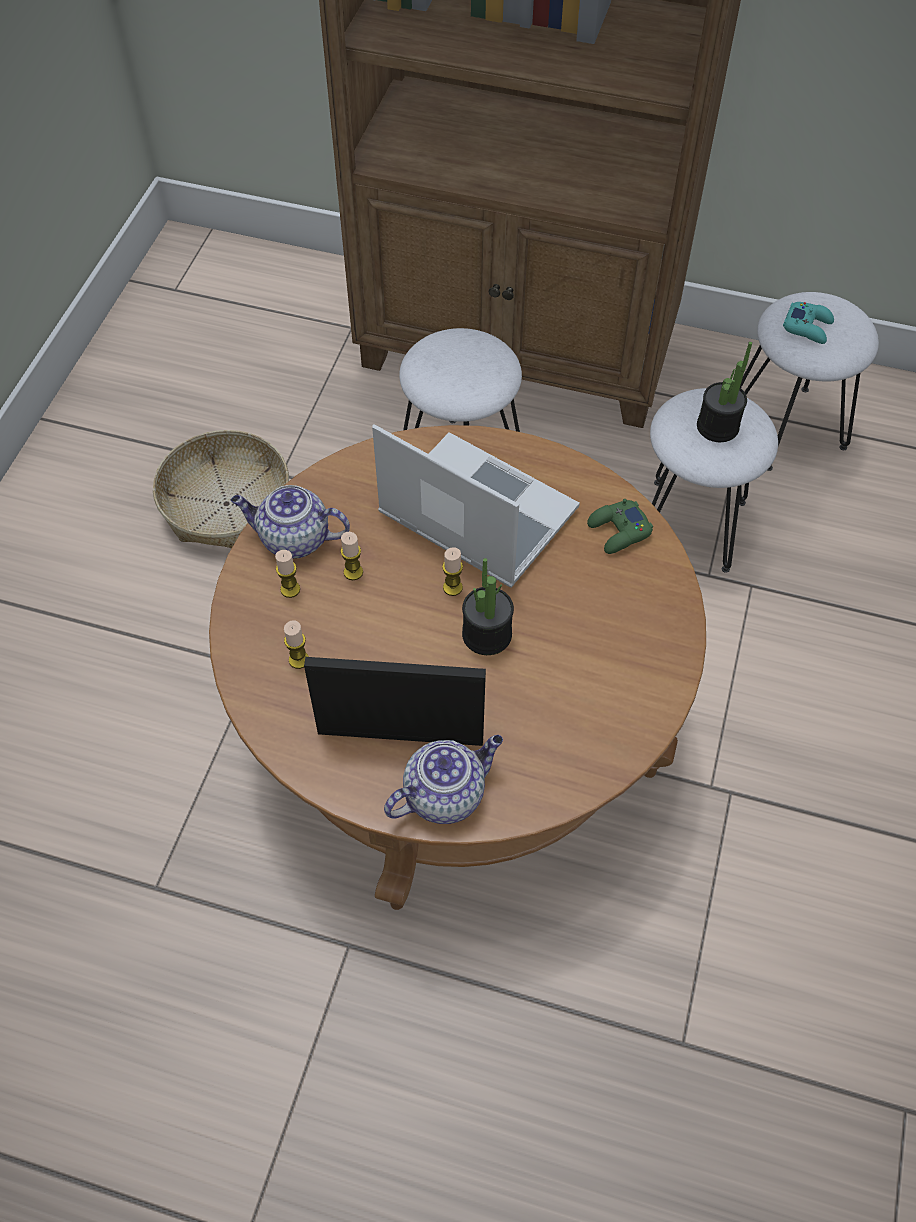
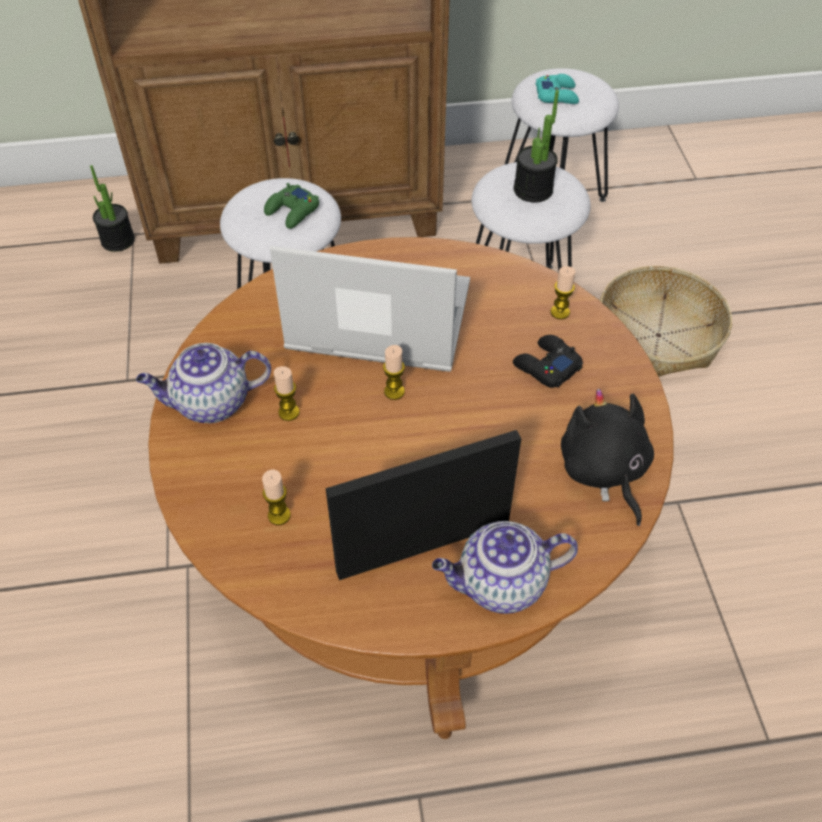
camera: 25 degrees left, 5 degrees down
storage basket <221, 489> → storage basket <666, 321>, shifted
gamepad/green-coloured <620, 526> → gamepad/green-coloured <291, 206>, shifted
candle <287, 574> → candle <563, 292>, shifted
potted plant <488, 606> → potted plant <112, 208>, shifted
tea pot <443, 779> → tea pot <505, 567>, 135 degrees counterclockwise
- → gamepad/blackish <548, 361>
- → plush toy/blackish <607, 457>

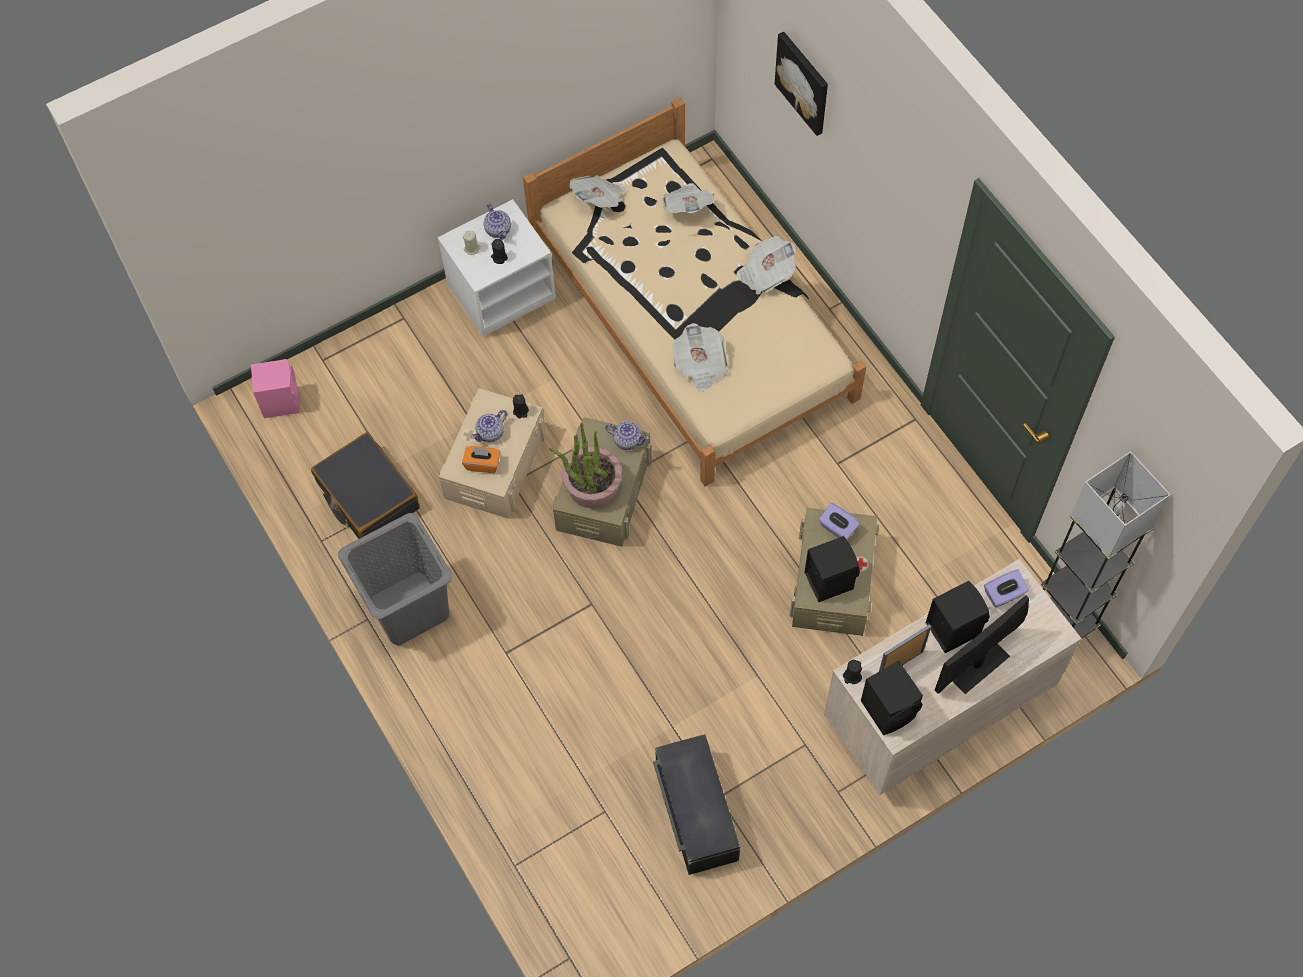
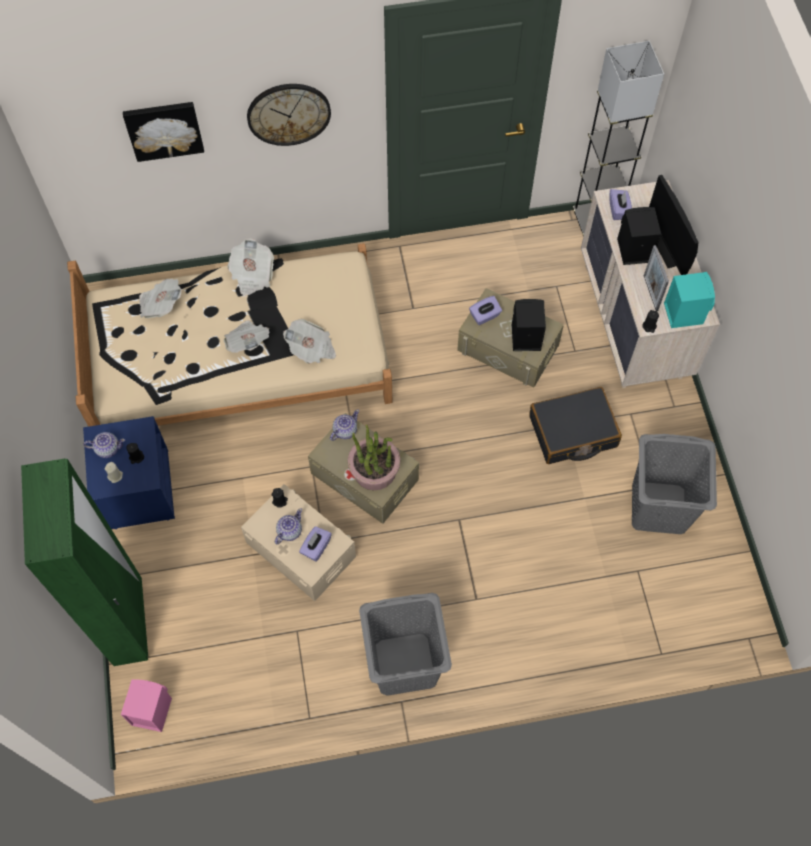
camera: 70 degrees left, 0 degrees up
newspaper <597, 191> → newspaper <246, 336>, shifted
nightstand/whitish <497, 268> → nightstand/blue-coloured <129, 472>
tea pot <489, 426> → tea pot <288, 526>, 120 degrees counterclockwise
travel case/blackish <365, 485> → travel case/blackish <575, 425>, shifted
box of tissues/orangey <481, 459> → box of tissues/purplish <315, 544>
loudspeaker/blackish <892, 698> → loudspeaker/turquoise <689, 300>
storage bin/blackish <696, 804> → laundry basket/gray <674, 484>
- → hanging clock <289, 115>
- → armoire/green-coloured <84, 562>

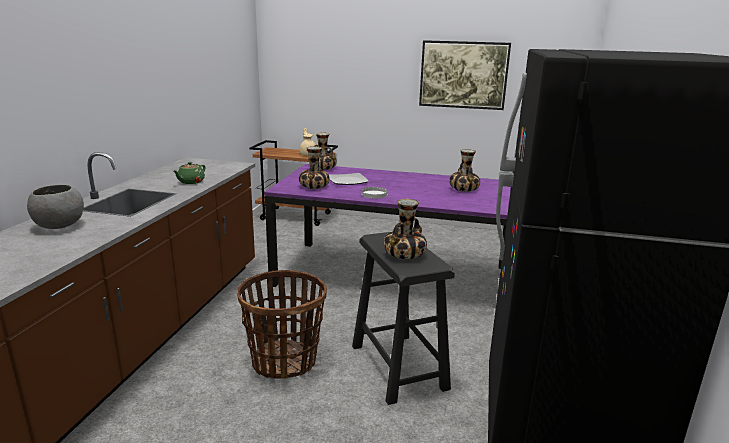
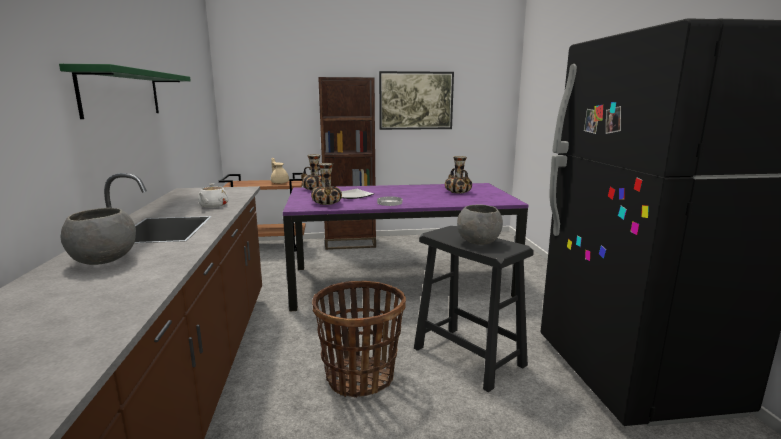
camera: 20 degrees left, 5 degrees down
tea pot/green-coloured <189, 173> → tea pot/whitish <213, 195>
flower vase <405, 229> → serving bowl/gray <480, 224>
- → bracket shelf/green-coloured <125, 91>
- → bookcase/brown-coloured <347, 163>

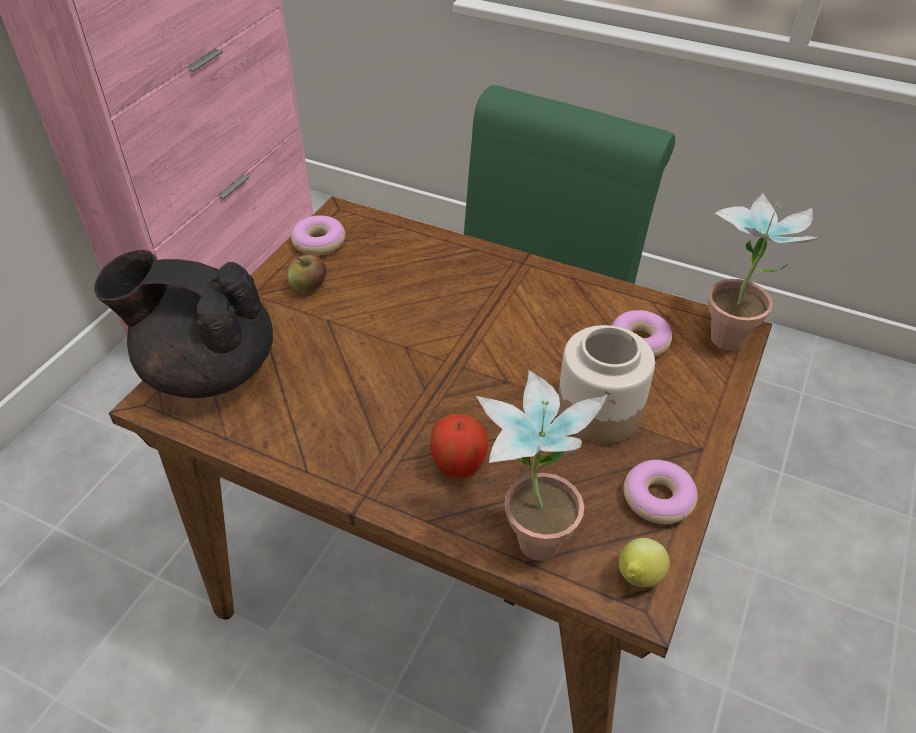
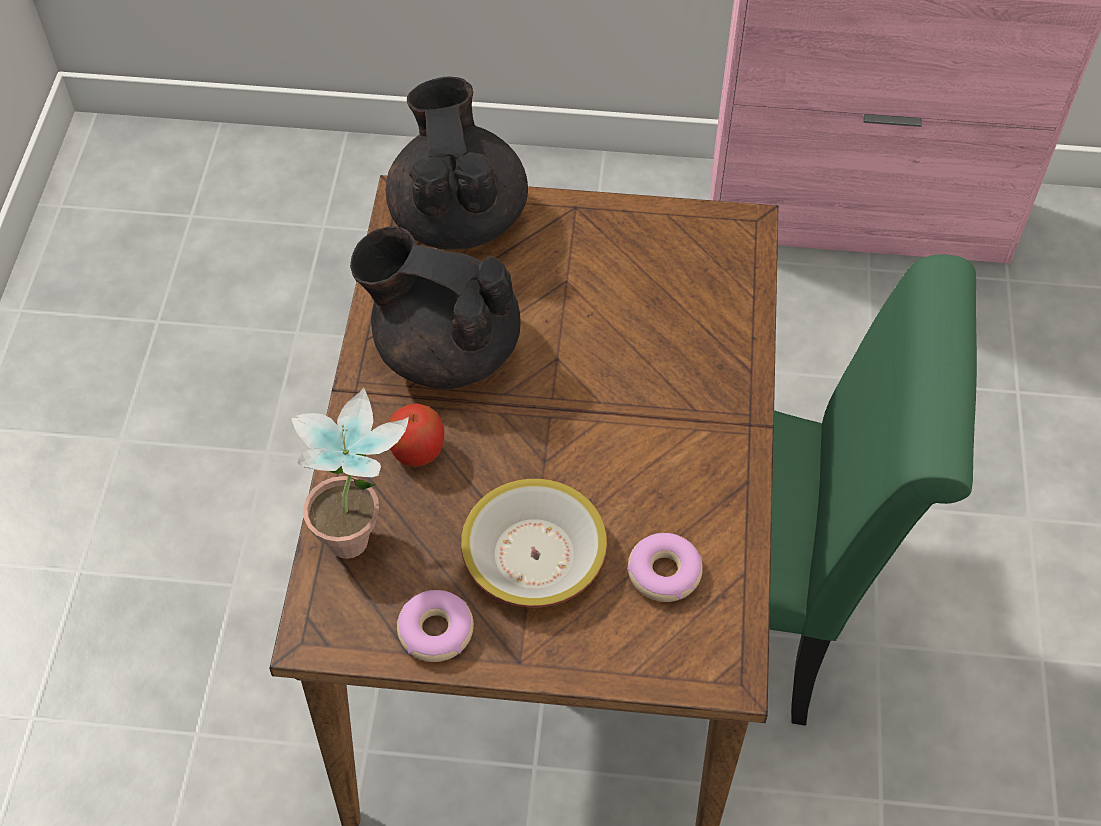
camera: 70 degrees right, 10 degrees up
potted plant <764, 272> → -
donut <318, 235> → -
apple <306, 273> → -
storage jar <606, 385> → serving bowl <534, 543>
citrus fruit <644, 562> → -
- → tea pot/blackish <435, 307>

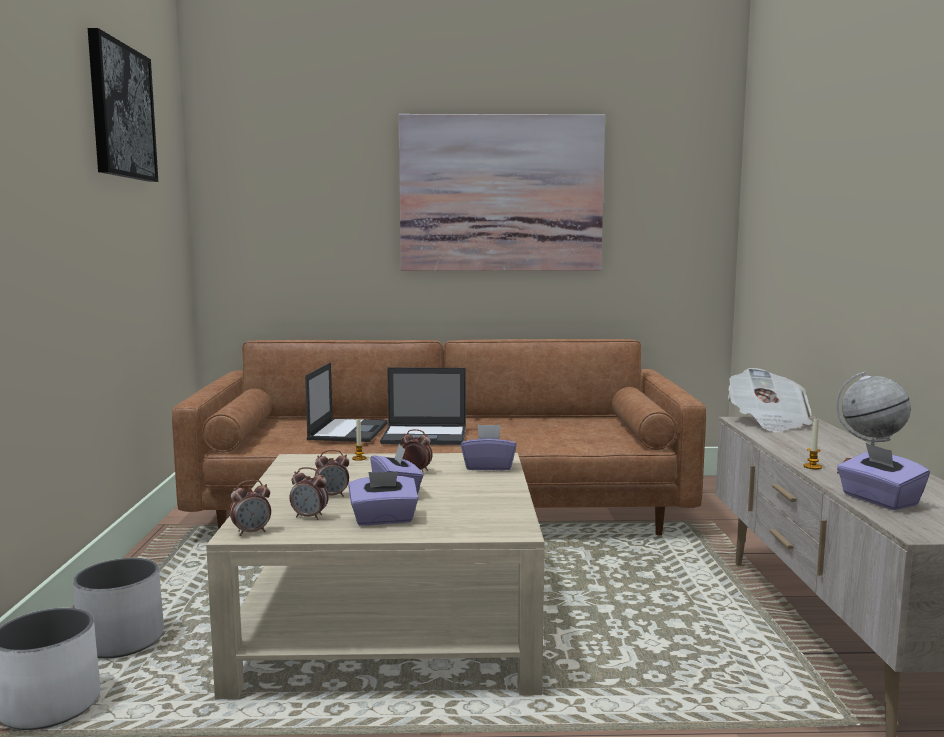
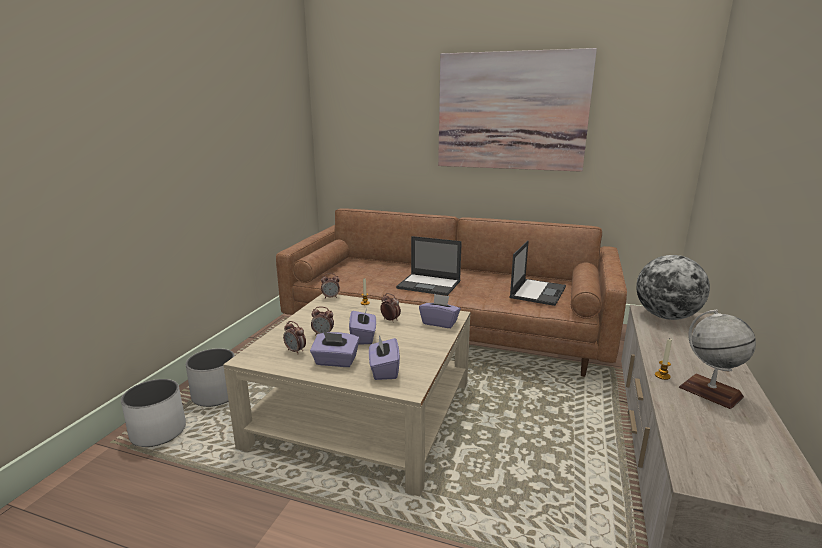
camera: 20 degrees right, 10 degrees up
picture <123, 105> → -
portable computer <346, 402> → portable computer <537, 273>, shifted
newspaper <770, 400> → world globe <673, 287>
box of tissues/purplish <883, 476> → box of tissues/purplish <384, 357>, shifted
bedside clock <250, 508> → bedside clock <330, 286>, shifted

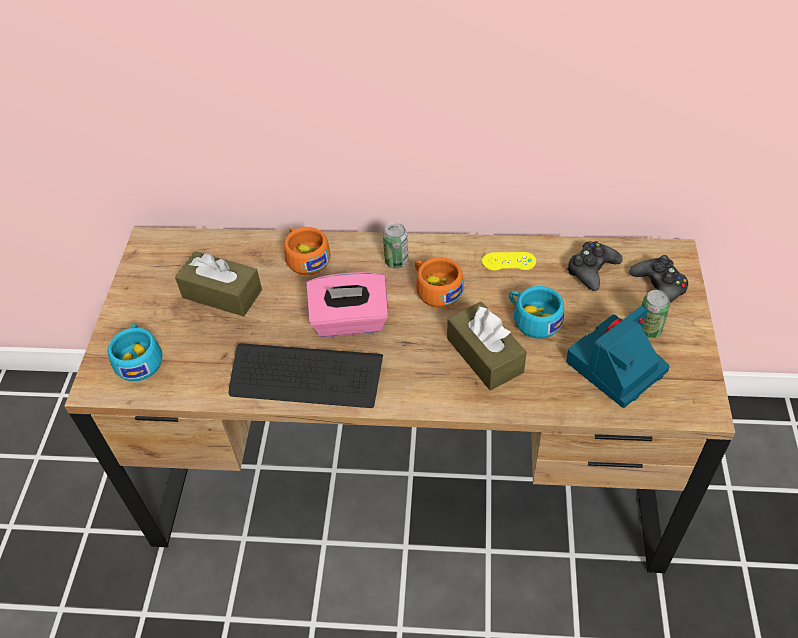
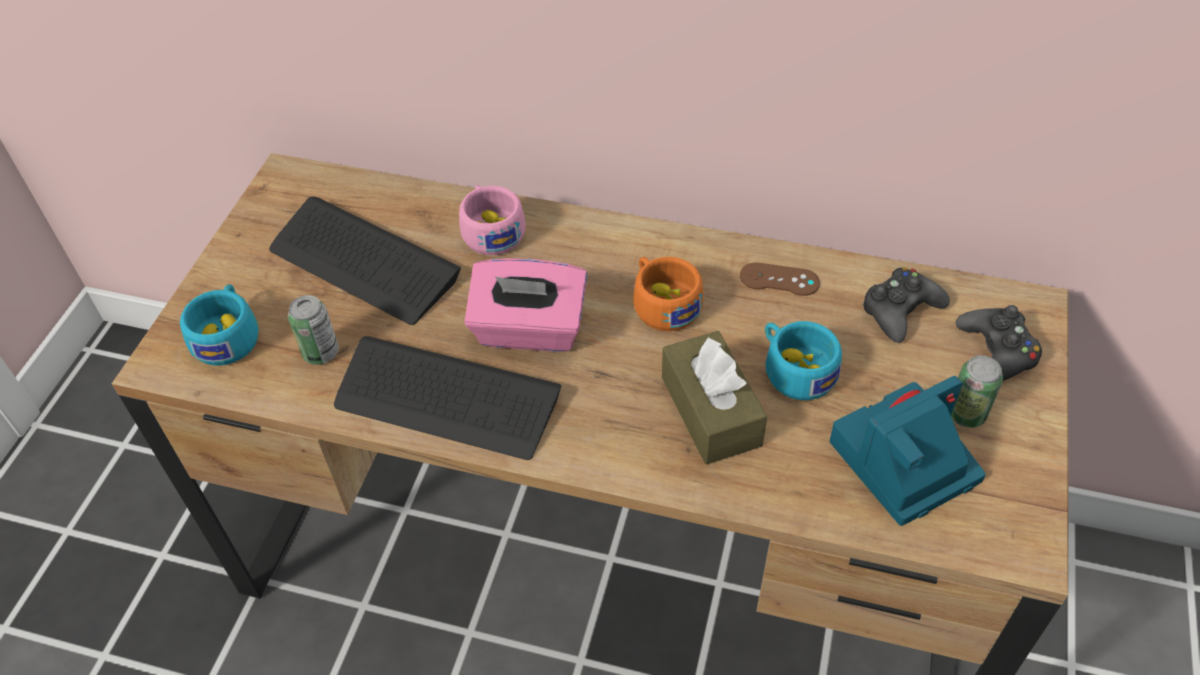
camera: 10 degrees right, 0 degrees up
can <395, 246> → can <313, 330>, shifted
small cup/orangey <307, 251> → small cup/pinkish <492, 220>
box of tissues/brown-coloured <218, 283> → keyboard <365, 261>
gamepad/yellow <509, 261> → gamepad/brown-coloured <780, 279>

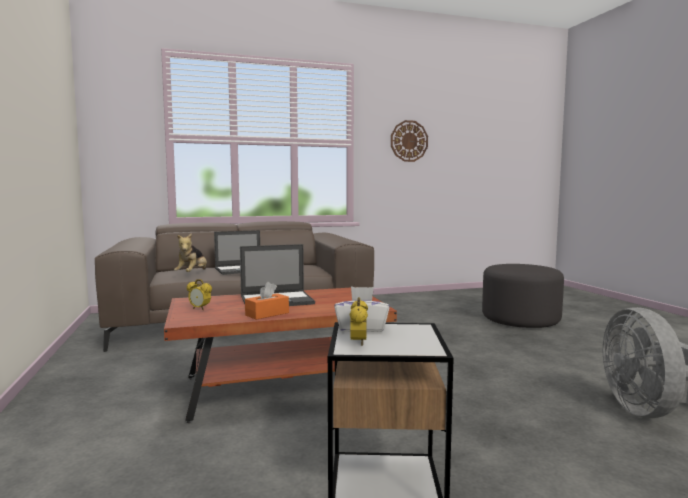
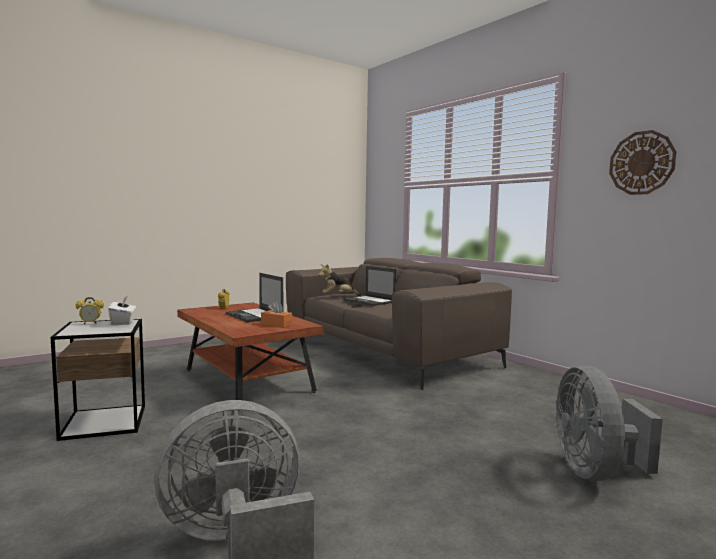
camera: 70 degrees right, 0 degrees up
pouffe/gray <523, 296> → fan/gray <609, 423>
box of tissues/orangey <267, 301> → box of tissues/orangey <277, 314>, shifted

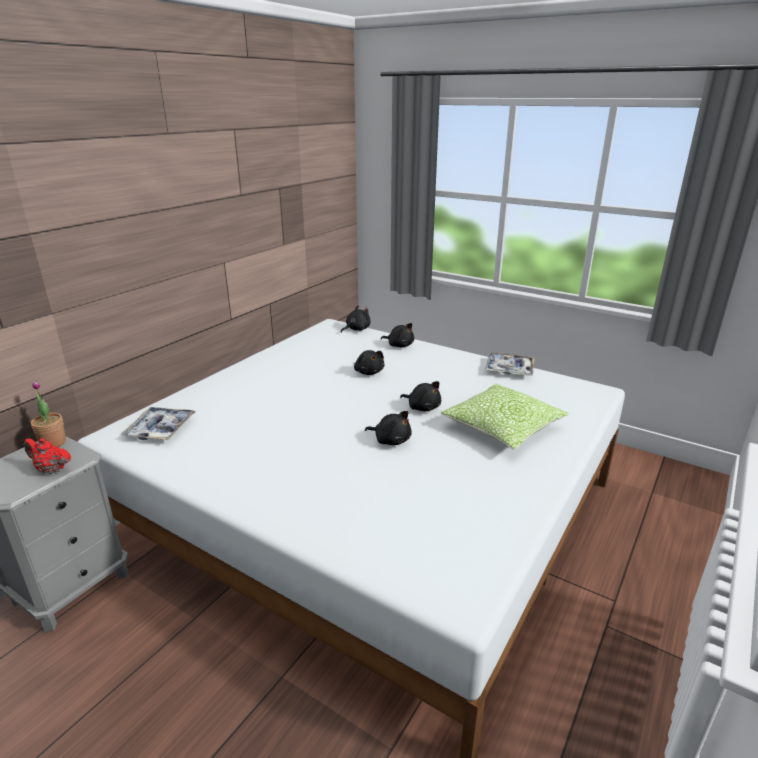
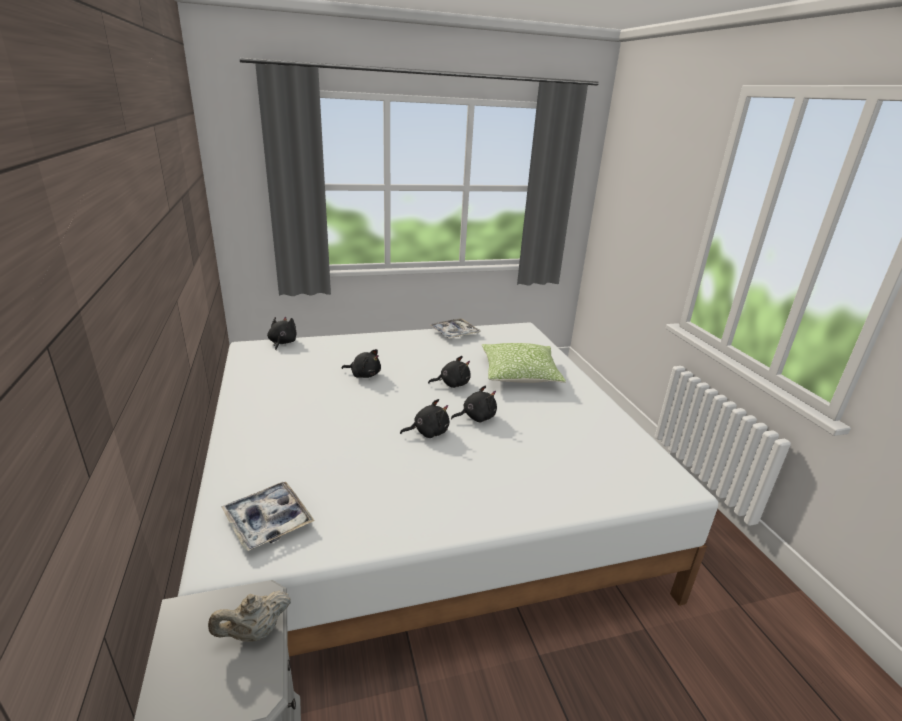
camera: 50 degrees left, 0 degrees up
plush toy/blackish <397, 335> → plush toy/blackish <424, 418>, shifted
potted plant <48, 414> → -
tea pot/red <47, 456> → tea pot/beige-coloured <249, 616>

